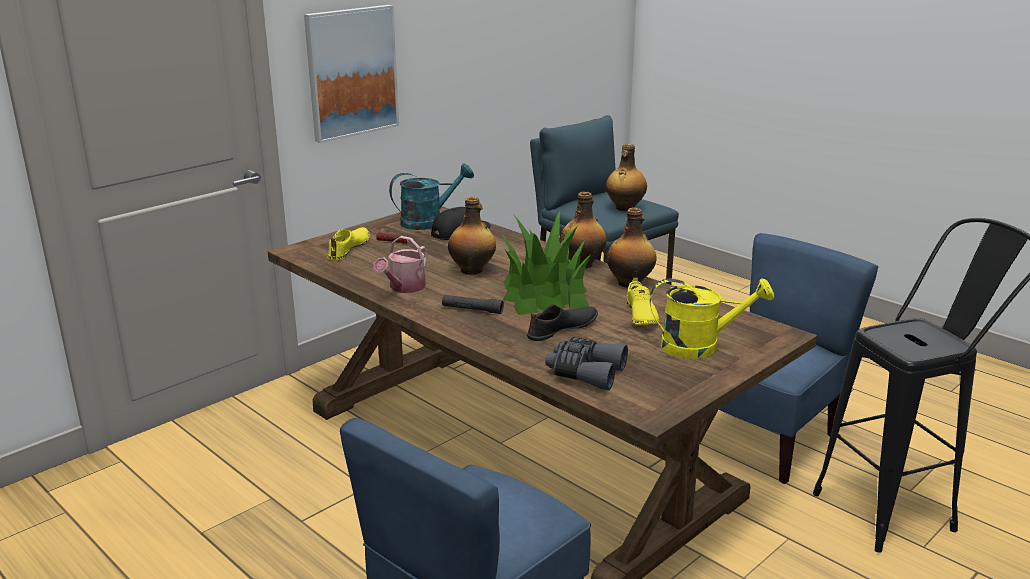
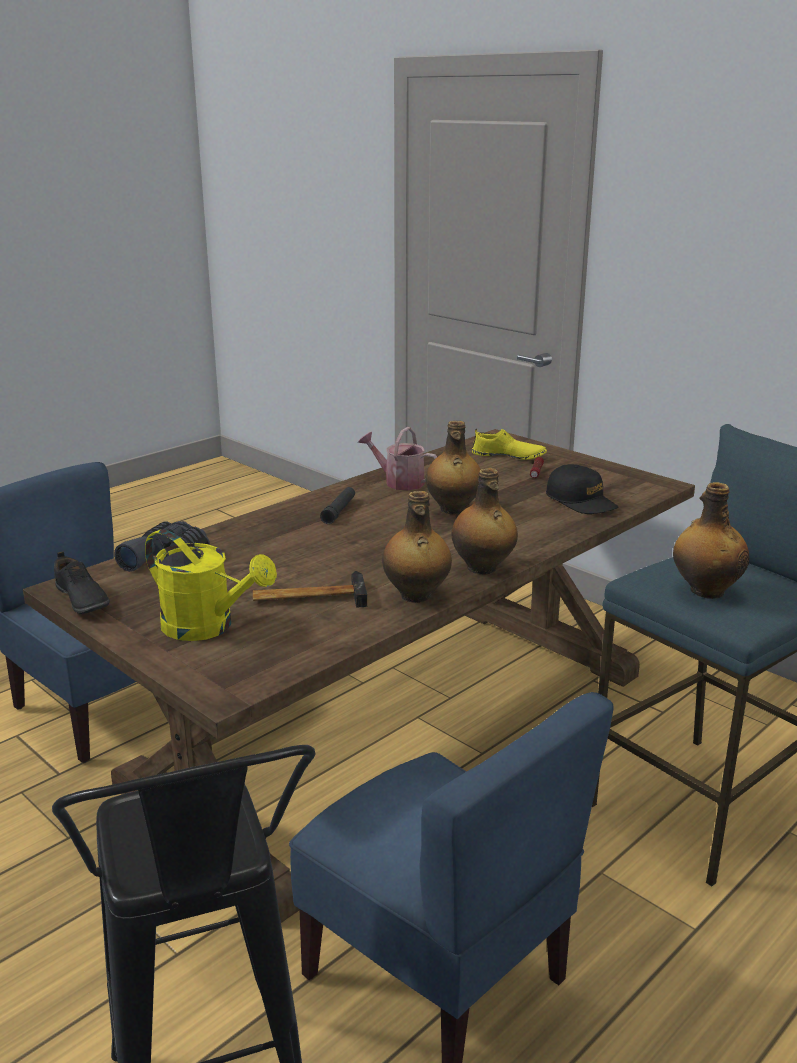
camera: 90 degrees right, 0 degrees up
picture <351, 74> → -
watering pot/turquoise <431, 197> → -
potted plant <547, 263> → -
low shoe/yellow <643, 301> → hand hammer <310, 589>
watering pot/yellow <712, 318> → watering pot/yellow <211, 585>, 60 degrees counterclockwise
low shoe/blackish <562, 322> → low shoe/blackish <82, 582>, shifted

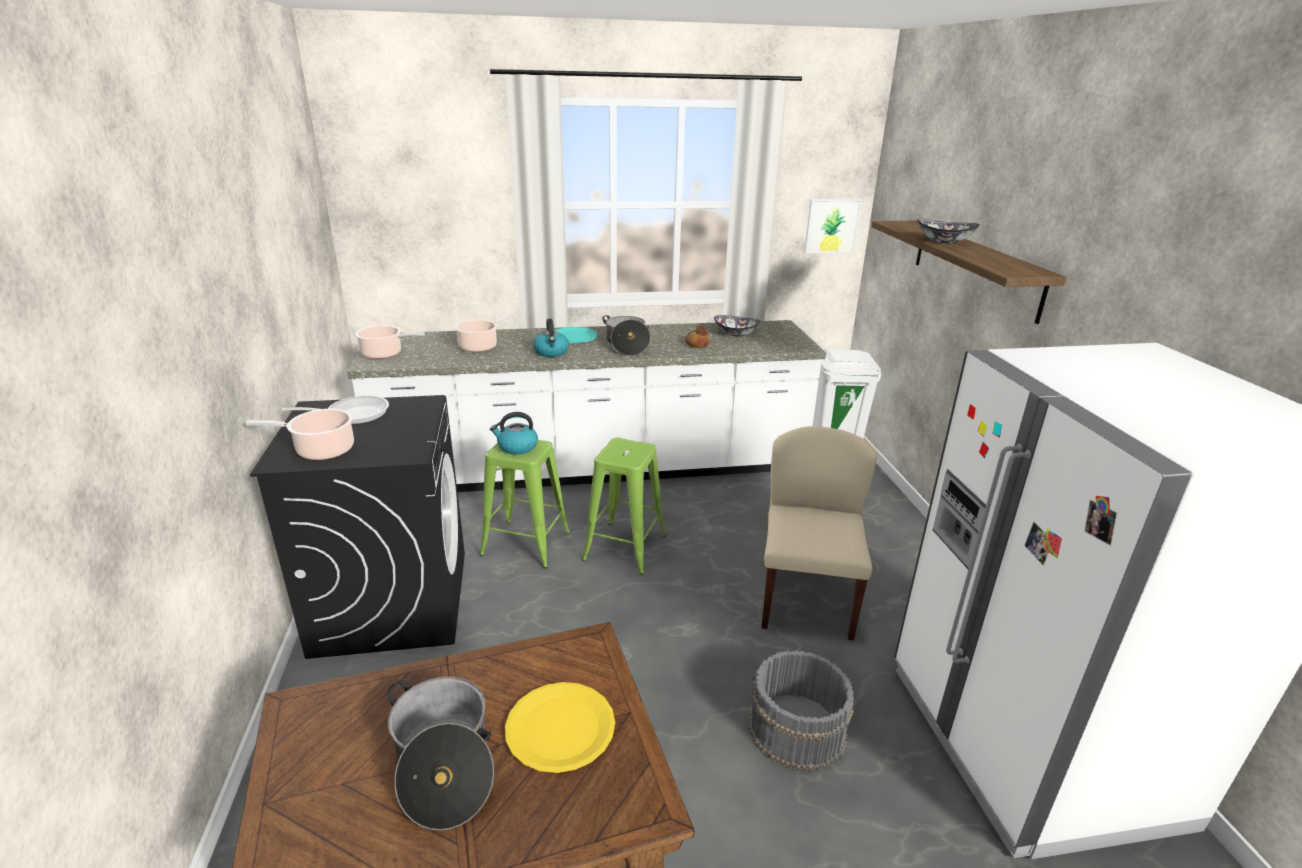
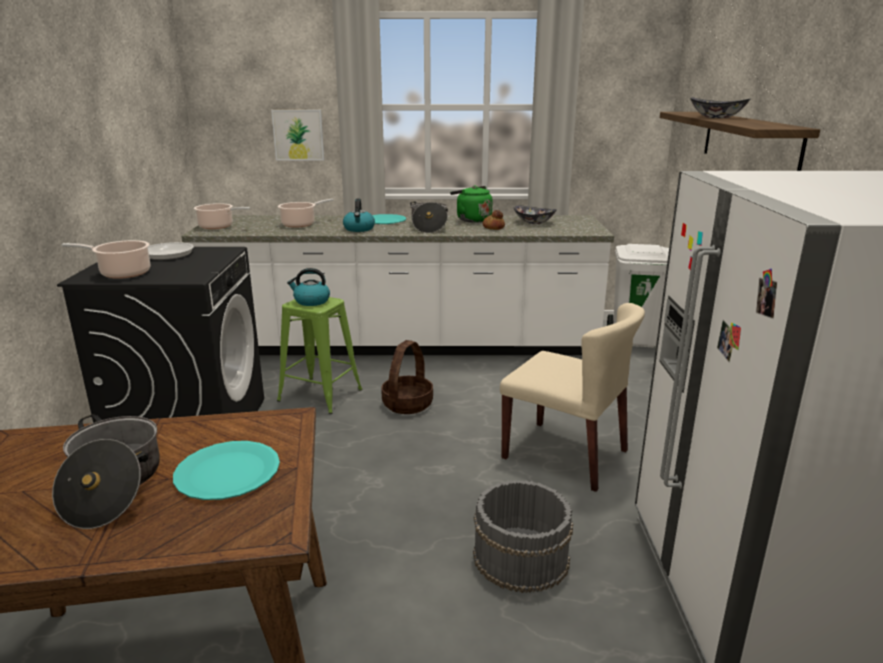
camera: 10 degrees right, 5 degrees down
picture <833, 226> → picture <297, 135>, shifted
upright chair/beige-coloured <819, 533> → upright chair/beige-coloured <572, 397>, 105 degrees clockwise
sitting stool/green-coloured <624, 506> → storage basket <407, 377>
plate/yellow <560, 727> → plate/turquoise <226, 470>
- → tea kettle/green-coloured <471, 204>

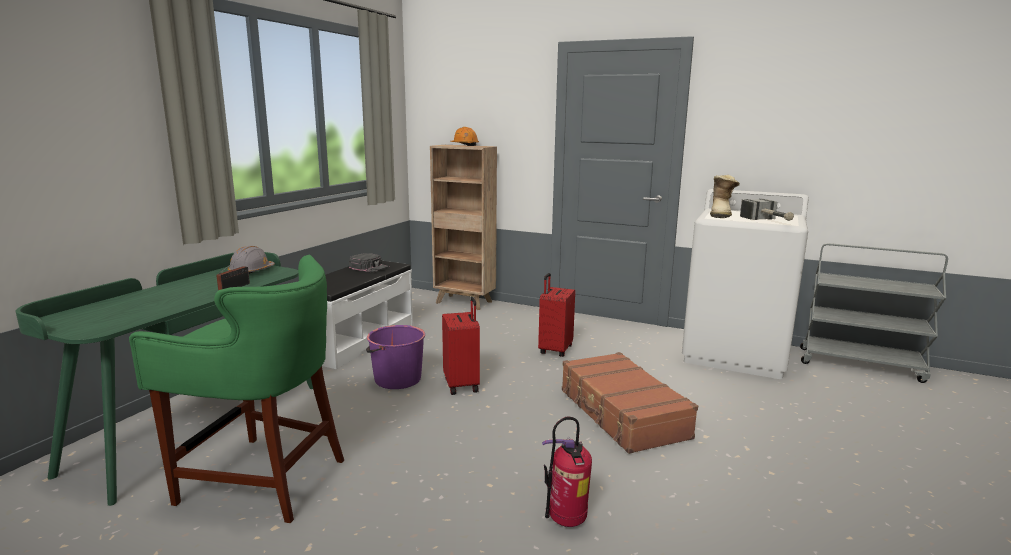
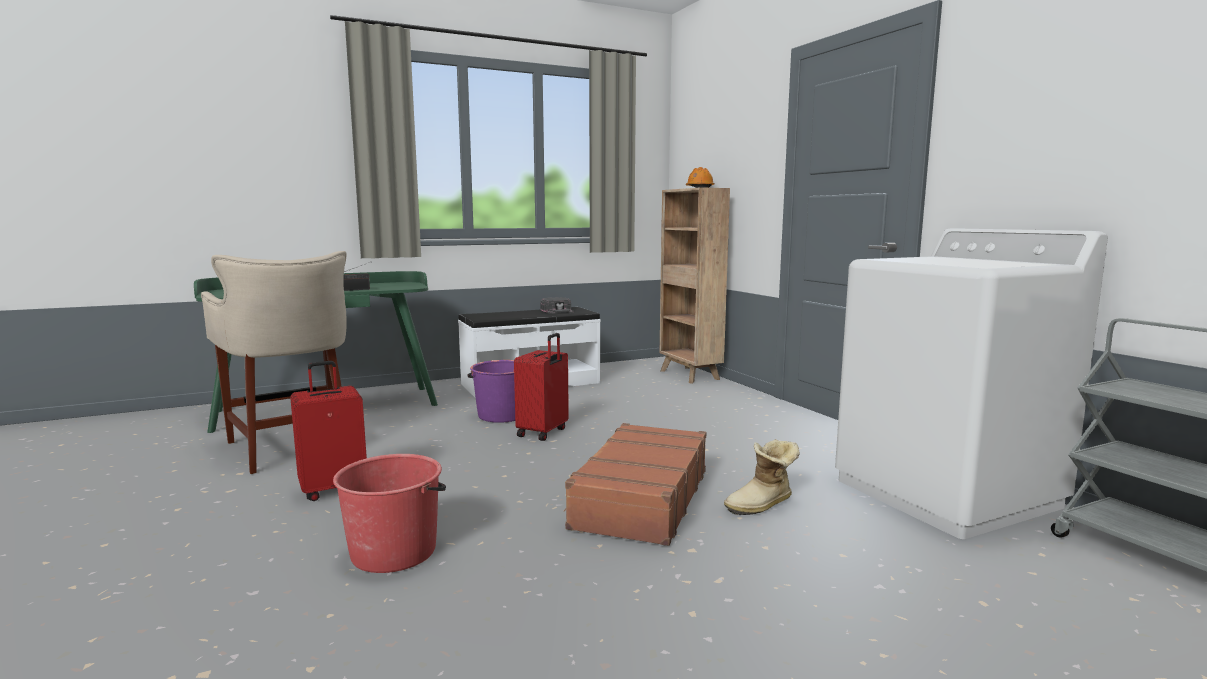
camera: 40 degrees right, 5 degrees down
tall boot <725, 196> → tall boot <762, 477>, shifted
hand hammer <767, 210> → -
work helmet/gray <251, 260> → -
sitting stool/green-coloured <236, 389> → sitting stool/beige-coloured <274, 362>
travel case/red <556, 315> → travel case/red <328, 431>, shifted
fire-fighting cylinder <567, 472> → water bucket/red <389, 513>

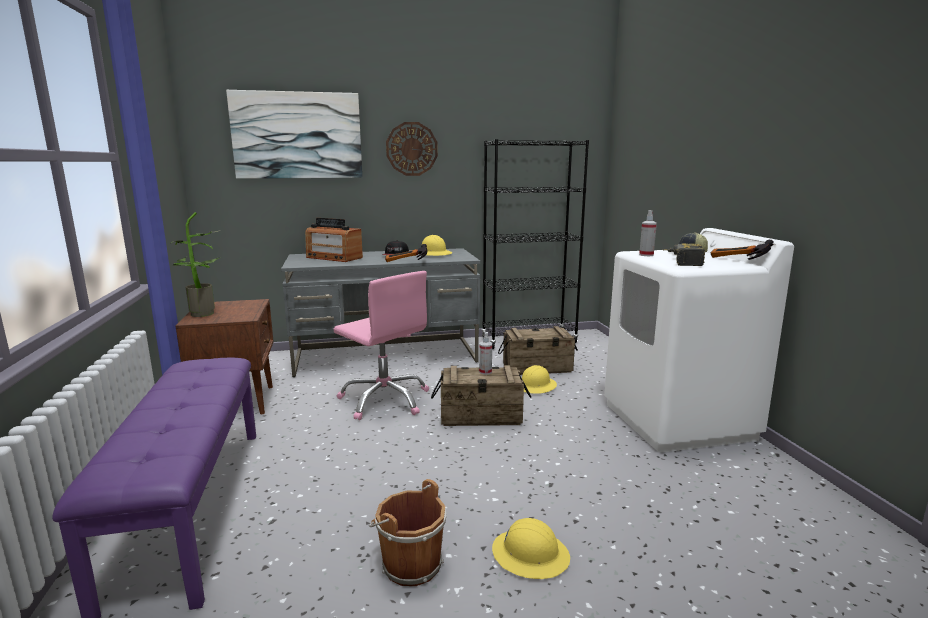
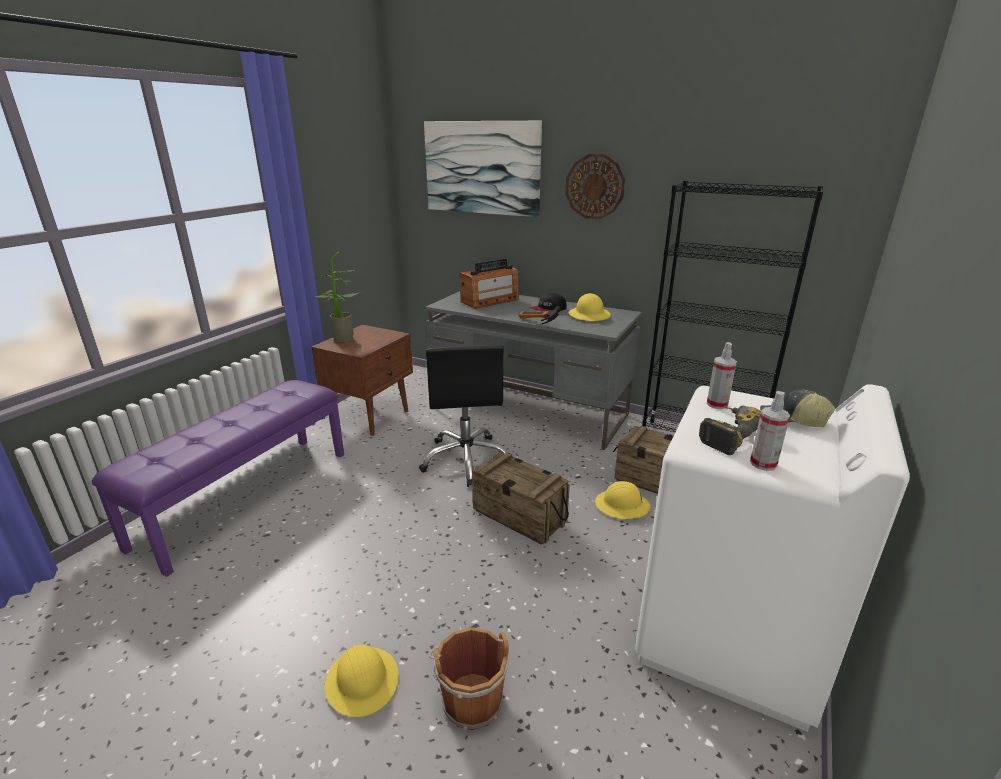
camera: 40 degrees right, 10 degrees up
radio set <334, 240> → radio set <489, 284>, 105 degrees counterclockwise
hand hammer <742, 250> → -
office chair/pinkish <381, 345> → office chair/blackish <463, 416>
spray bottle <485, 353> → spray bottle <770, 431>, shifted
water bucket/brown-coloured <407, 532> → water bucket/brown-coloured <469, 678>, shifted

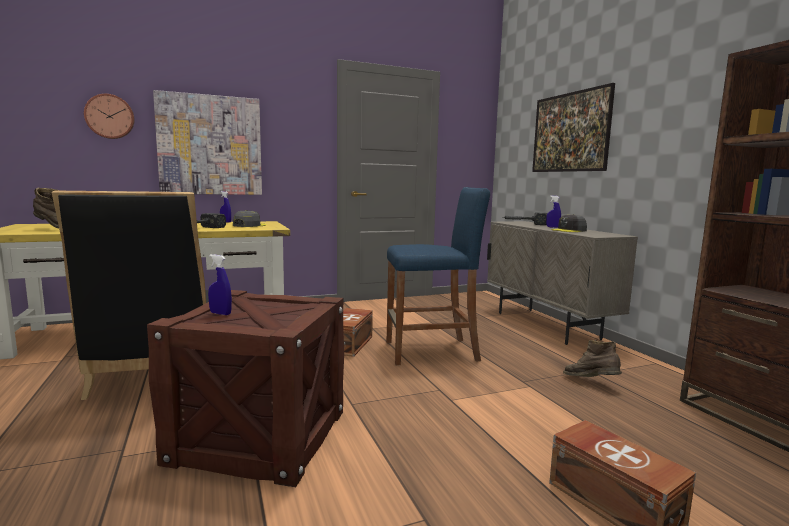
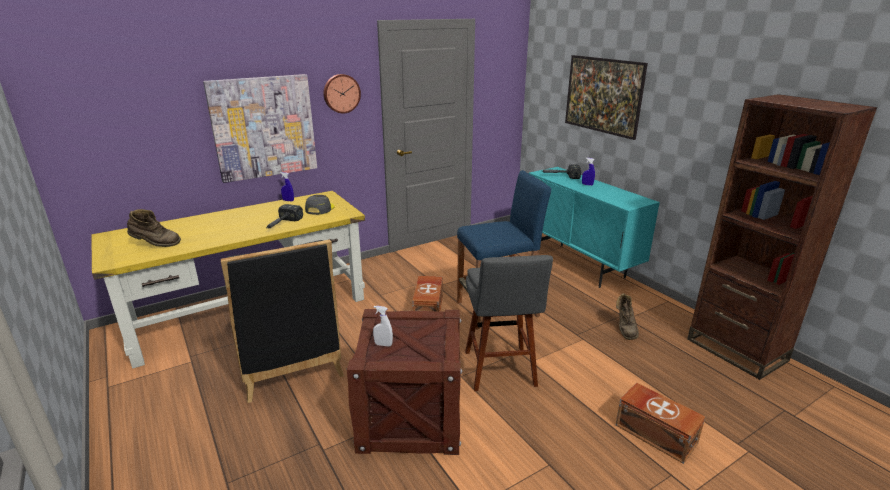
camera: 10 degrees left, 15 degrees up
hanging clock <109, 116> → hanging clock <342, 93>, shifted
baseball cap/gray <569, 223> → -
storage cabinet/beige-coloured <562, 283> → storage cabinet/turquoise <594, 227>
spray bottle/blue-coloured <220, 284> → spray bottle/whitish <383, 326>
tall boot/brown-coloured <592, 358> → tall boot/brown-coloured <627, 316>, 120 degrees counterclockwise
- → sitting stool/gray <509, 323>

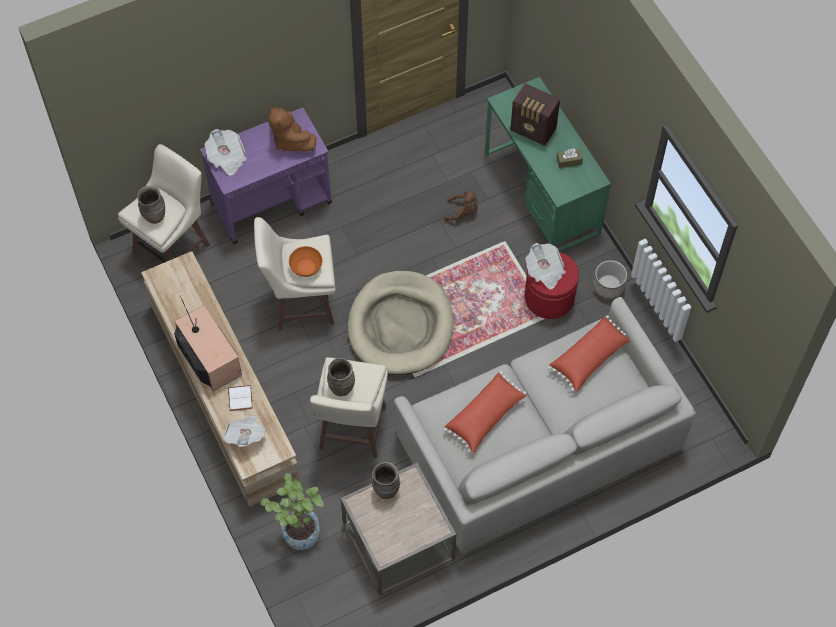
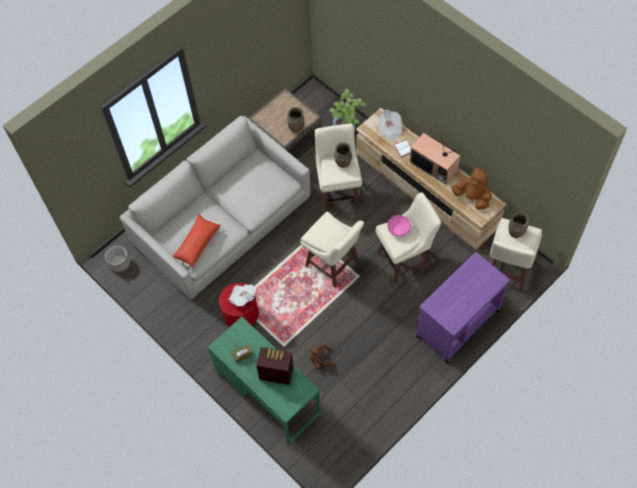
camera: 165 degrees right, 0 degrees up
plush toy/brown-coloured <292, 129> → plush toy/brown-coloured <471, 188>, shifted
newspaper <226, 152> → -
serving bowl/orangey <305, 261> → serving bowl/pinkish <399, 225>
flower pot <610, 279> → flower pot <117, 259>, shifted
pet bed/beige-coloured <401, 323> → sitting stool/beige-coloured <332, 249>
pillow/red <485, 412> → -

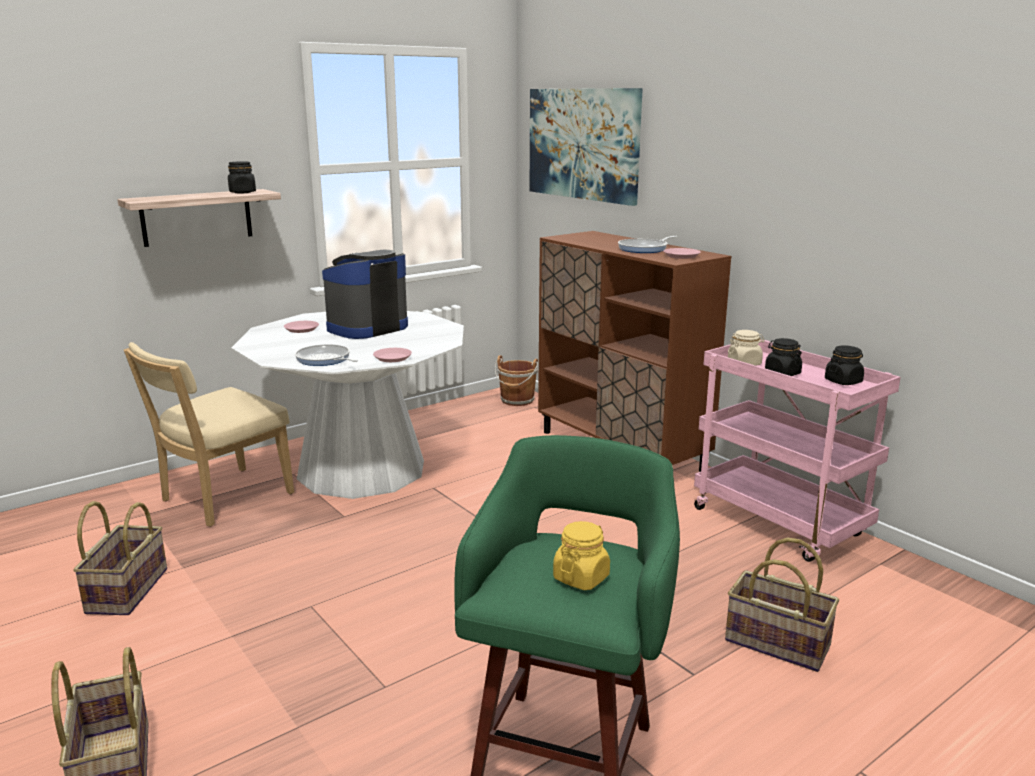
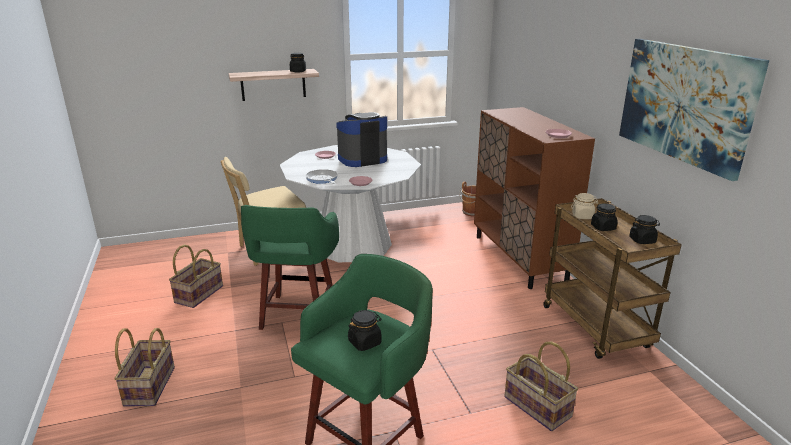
camera: 20 degrees right, 5 degrees up
picture <586, 147> → picture <694, 110>, shifted
frying pan <648, 244> → -
wheeled cart/pinkish <797, 451> → wheeled cart/brown-coloured <612, 278>
storage jar/yellow <581, 555> → storage jar/blackish <364, 330>
- → sitting stool/green-coloured <290, 267>

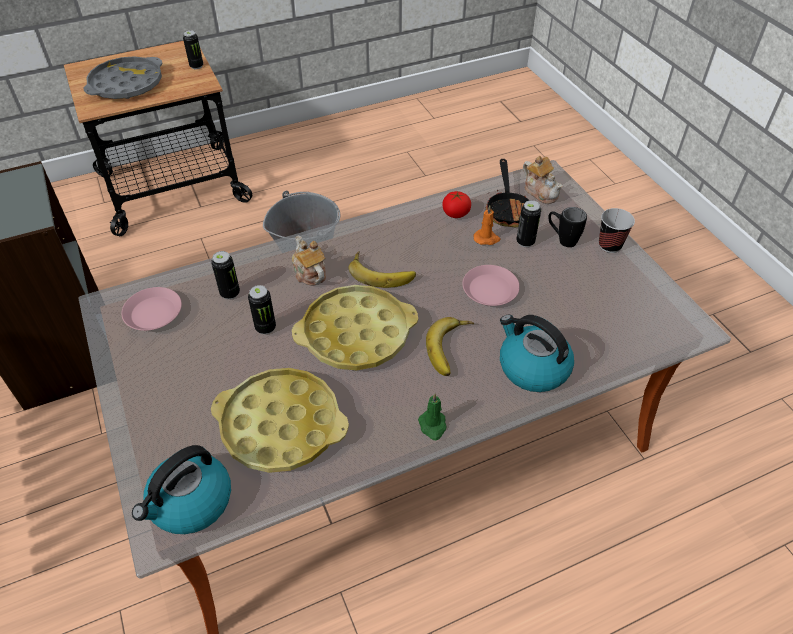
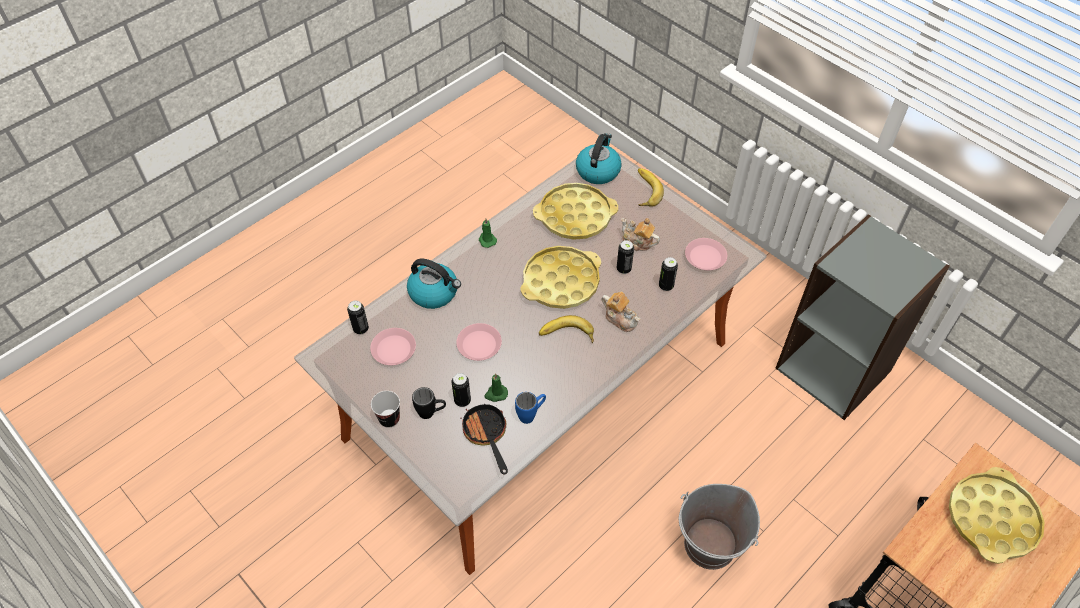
camera: 160 degrees right, 5 degrees up
can <193, 49> → can <358, 317>, shifted
tray/gray <123, 77> → tray/yellow <997, 515>
tea pot <543, 180> → tea pot <640, 234>, shifted
fresh tomato <456, 204> → tea mug/blue-coloured <530, 408>
candle/orangey <487, 225> → candle/green-coloured <496, 387>
banana <450, 346> → banana <651, 187>, shifted
- → plate/pinkish <393, 346>

